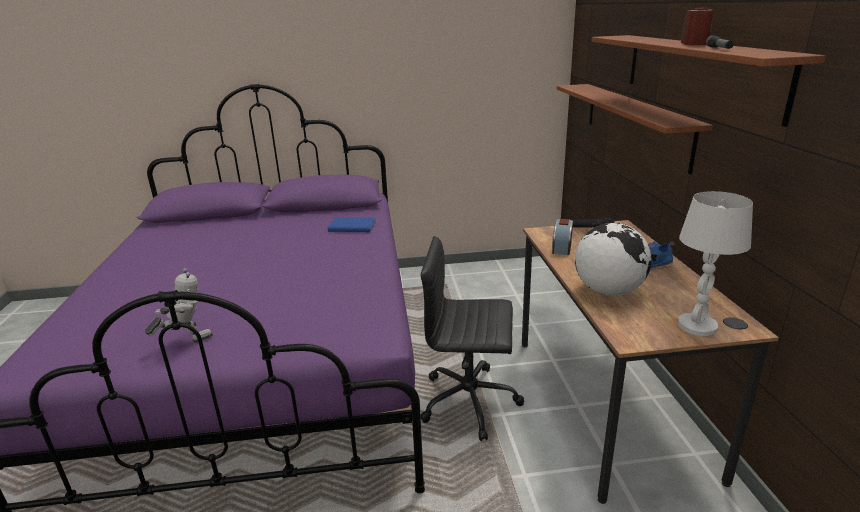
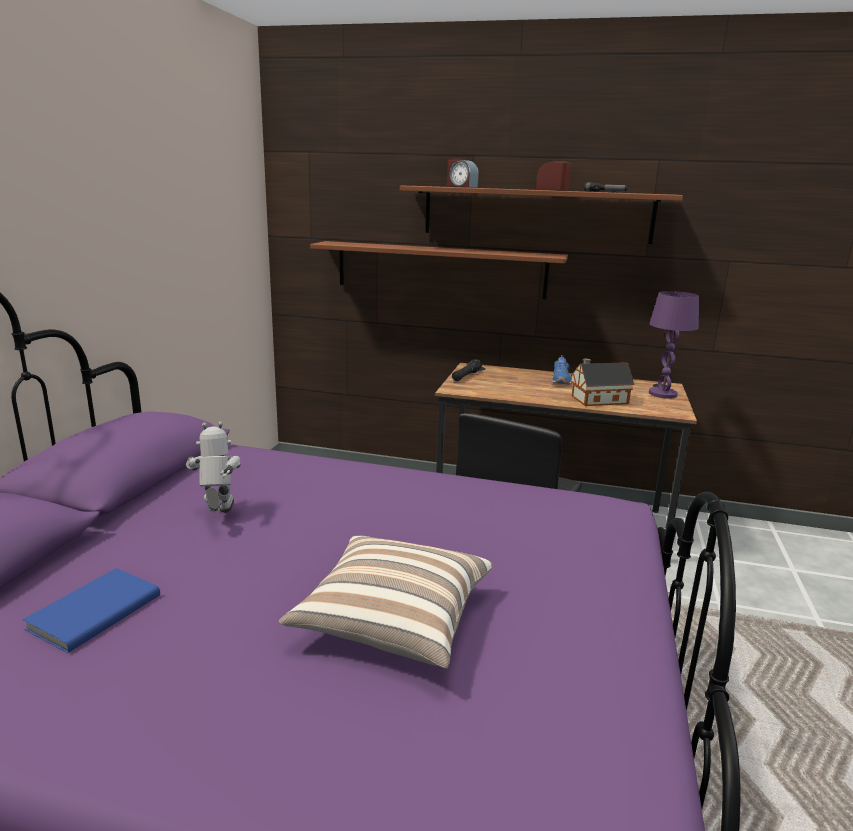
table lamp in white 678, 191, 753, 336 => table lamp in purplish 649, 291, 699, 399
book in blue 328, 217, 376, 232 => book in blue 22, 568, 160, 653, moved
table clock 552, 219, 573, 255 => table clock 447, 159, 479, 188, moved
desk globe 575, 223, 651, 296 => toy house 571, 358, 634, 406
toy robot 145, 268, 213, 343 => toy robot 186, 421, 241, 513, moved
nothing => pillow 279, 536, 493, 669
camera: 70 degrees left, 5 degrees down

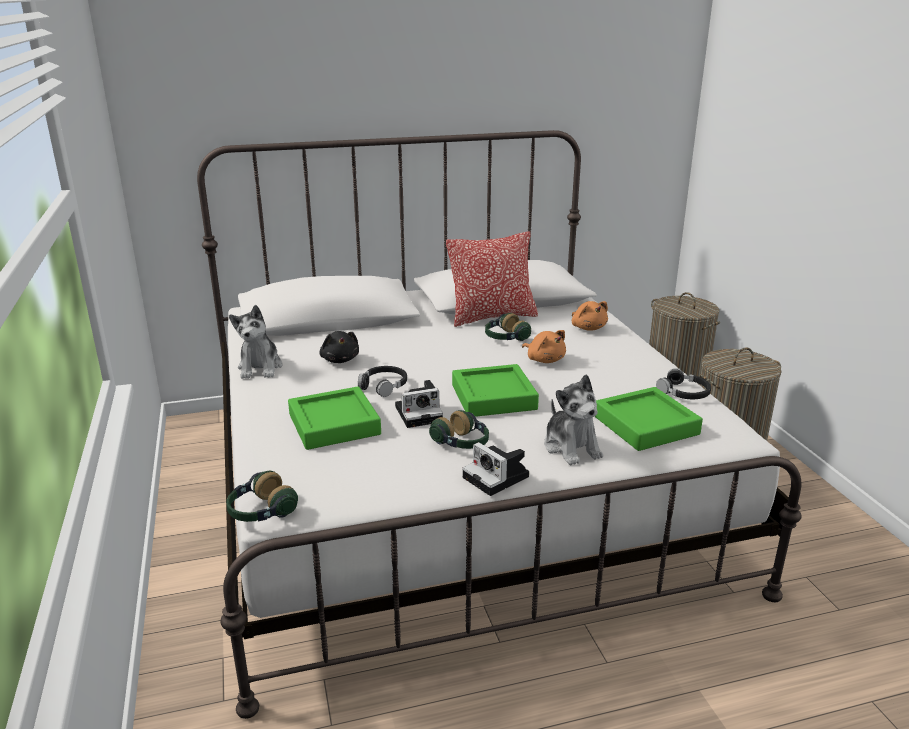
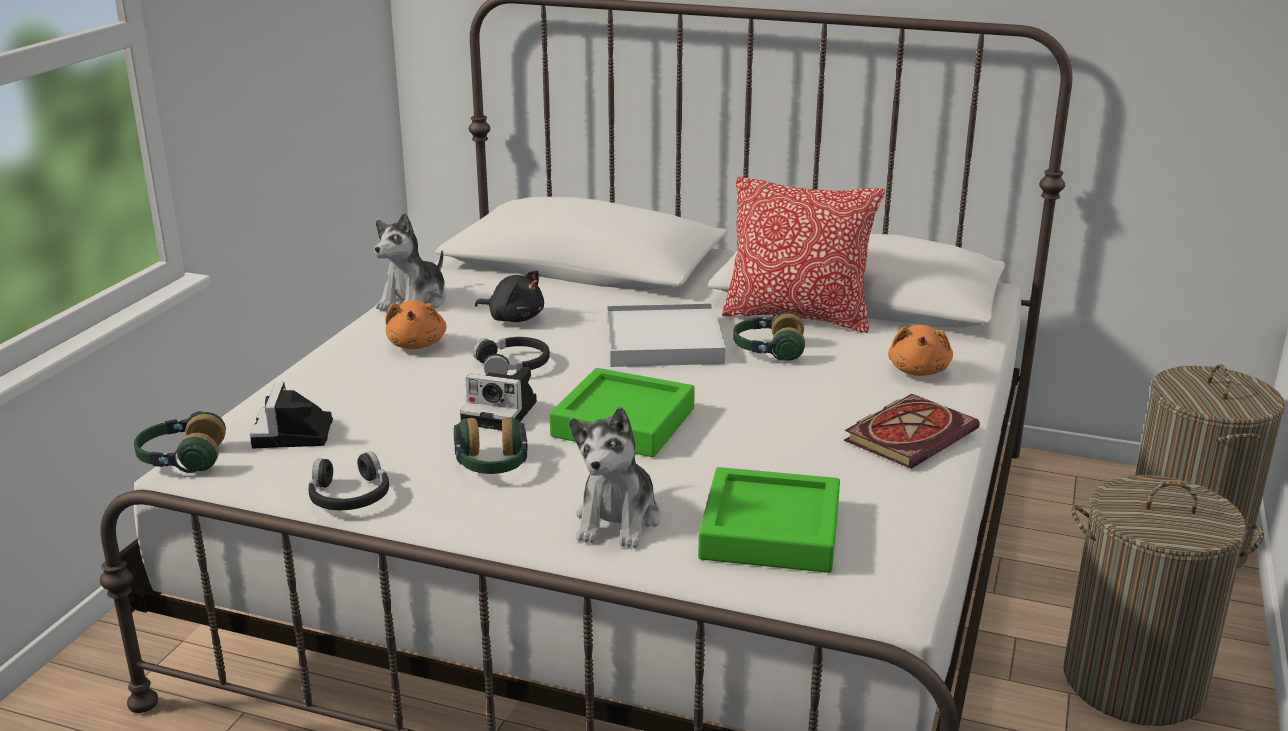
plush toy in orange 522, 330, 566, 363 => plush toy in orange 385, 300, 446, 349, moved
plush toy in black 320, 331, 359, 363 => plush toy in black 475, 270, 544, 322, 75 degrees counterclockwise
headset in black 656, 368, 711, 399 => headset in black 308, 451, 389, 510, moved
carrying tray in green 288, 386, 381, 450 => nothing
photo camera 462, 442, 529, 496 => photo camera 250, 382, 333, 448, moved
nothing => carrying tray in white 606, 303, 726, 367
nothing => book 844, 394, 980, 469
camera: 35 degrees right, 0 degrees up

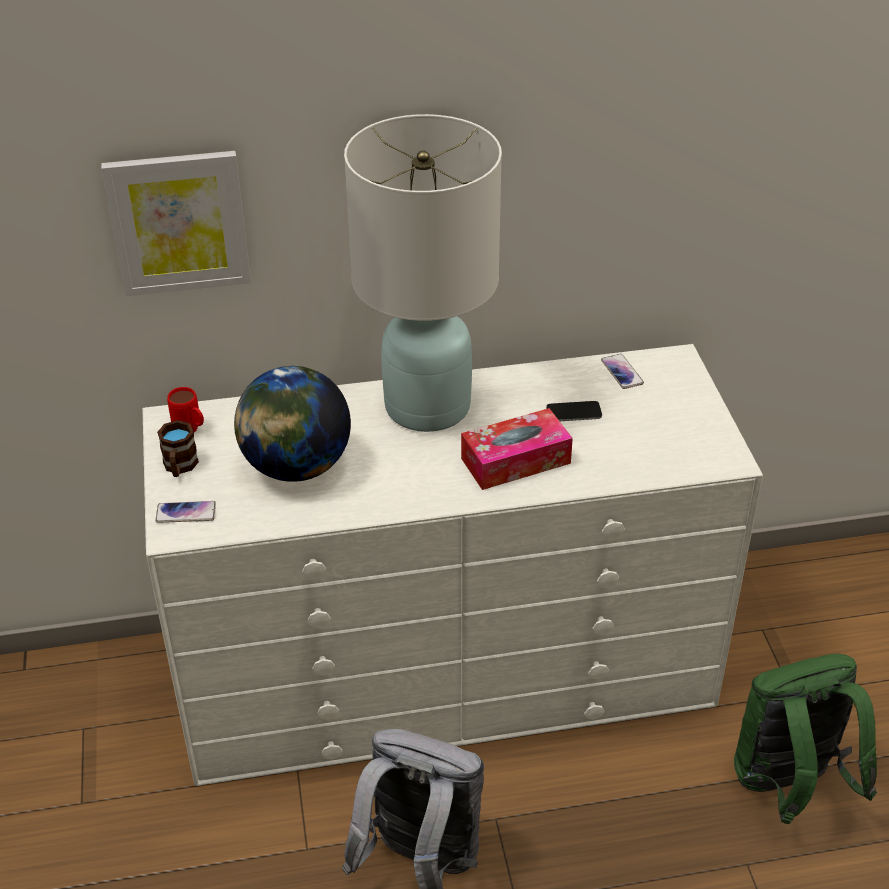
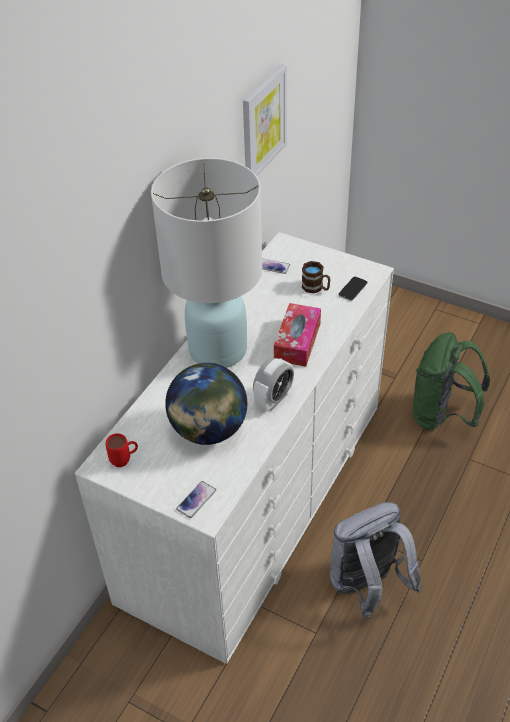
wall art 101, 151, 251, 296 => wall art 243, 65, 287, 176, moved
phone 546, 401, 602, 421 => phone 338, 277, 368, 301, moved
mug in brownish 157, 420, 199, 477 => mug in brownish 302, 261, 330, 293, moved
nothing => table clock 253, 358, 294, 411
camera: 50 degrees left, 5 degrees up

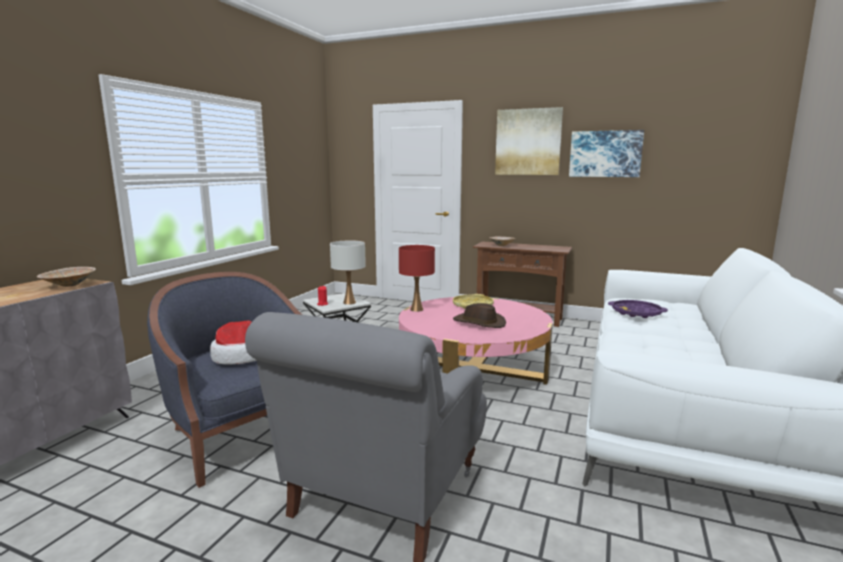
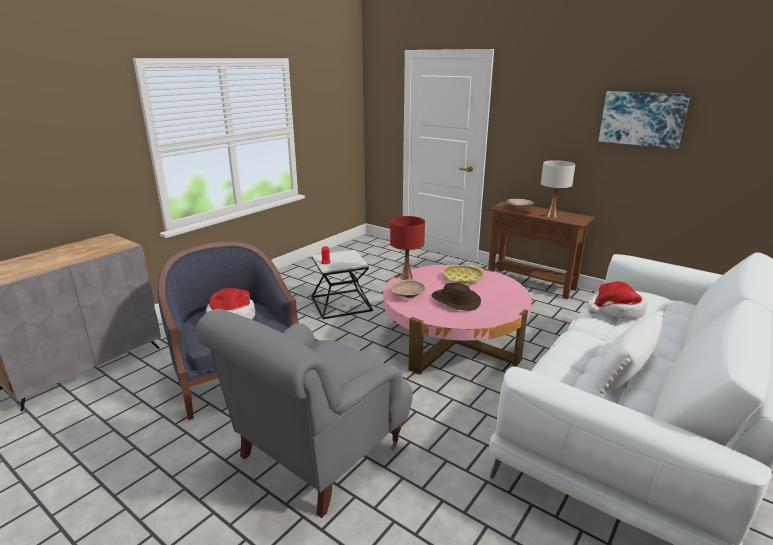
wall art 495, 107, 563, 175 => nothing
table lamp in white 330, 240, 366, 305 => table lamp in white 541, 160, 575, 218, moved
bowl in beige-coloured 37, 267, 96, 287 => bowl in beige-coloured 391, 280, 426, 298, moved
carrying tray in purplish 608, 300, 668, 318 => wearable hat 588, 281, 647, 319
nothing => pillow in white 598, 311, 665, 394
camera: 15 degrees right, 10 degrees up

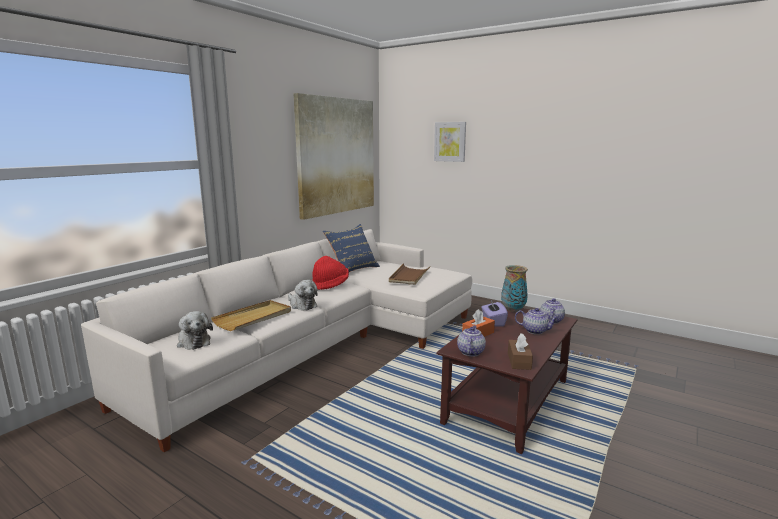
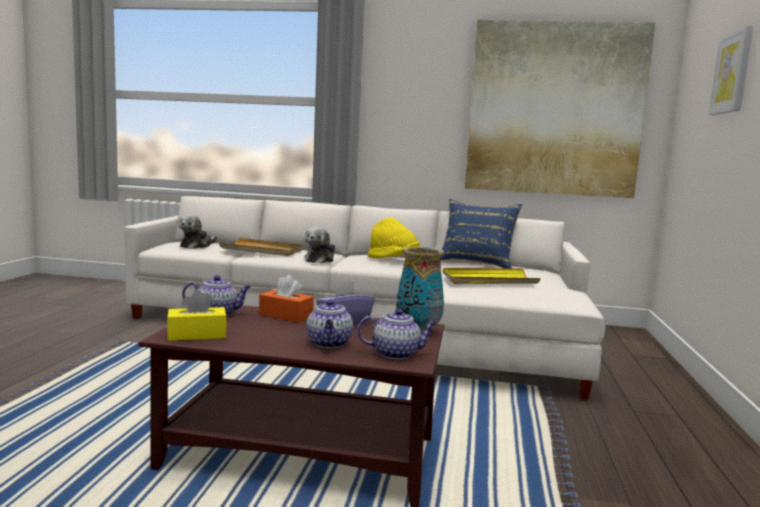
wearable hat in red 312, 256, 349, 290 => wearable hat in yellowish 368, 217, 420, 258
carrying tray in brownish 389, 263, 431, 285 => carrying tray in yellowish 443, 268, 541, 284
tissue box in brownish 508, 334, 533, 370 => tissue box in yellowish 167, 290, 227, 341
camera: 65 degrees right, 5 degrees down

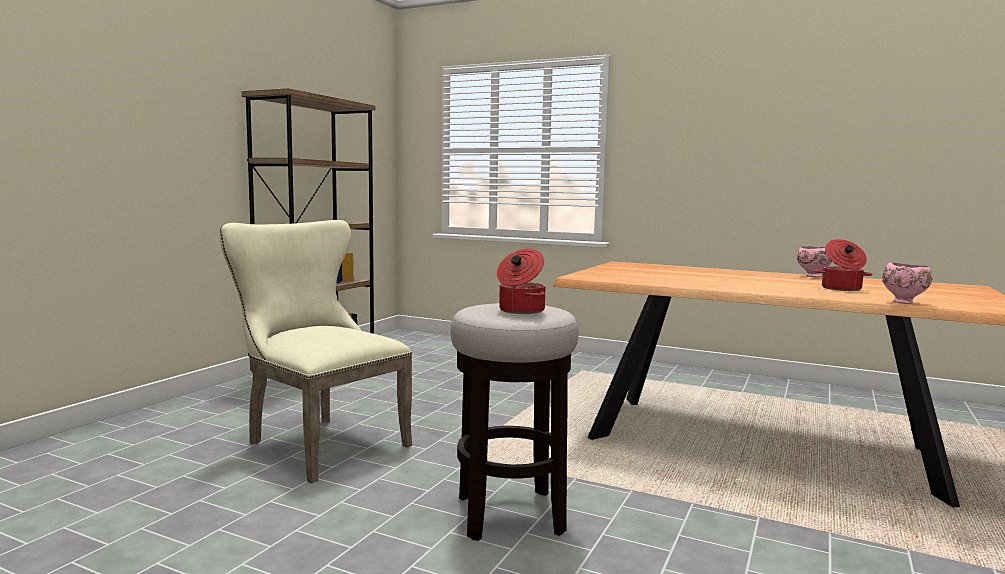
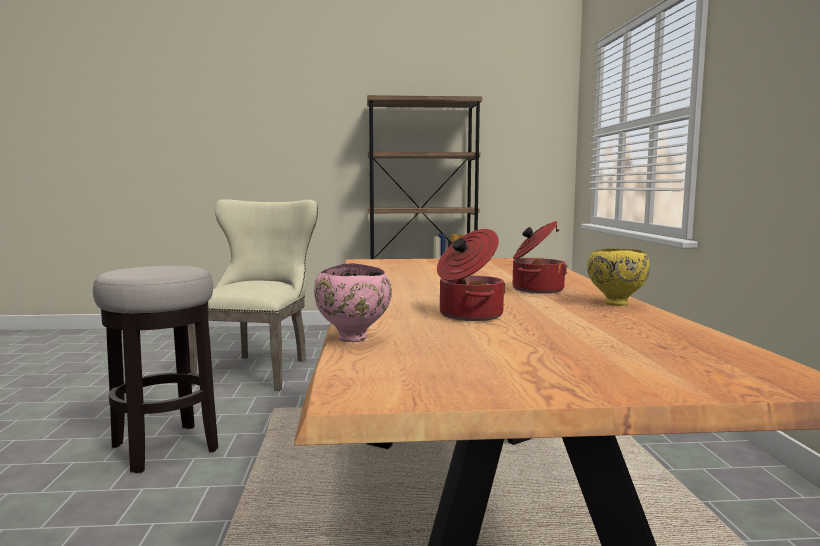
bowl in pink 797, 246, 832, 277 => bowl in yellowish 587, 248, 650, 306
stockpot 496, 248, 546, 314 => stockpot 513, 221, 568, 294, moved
camera: 60 degrees right, 0 degrees up

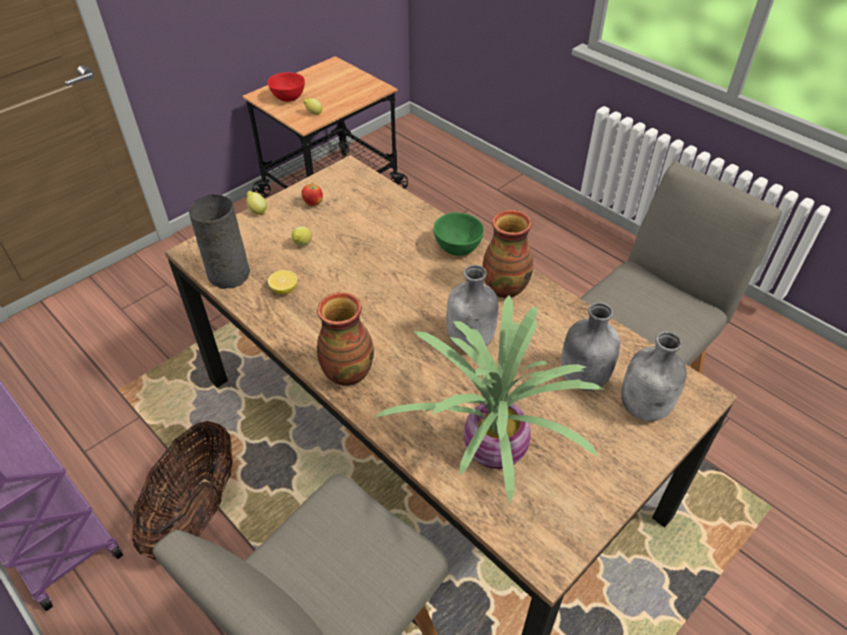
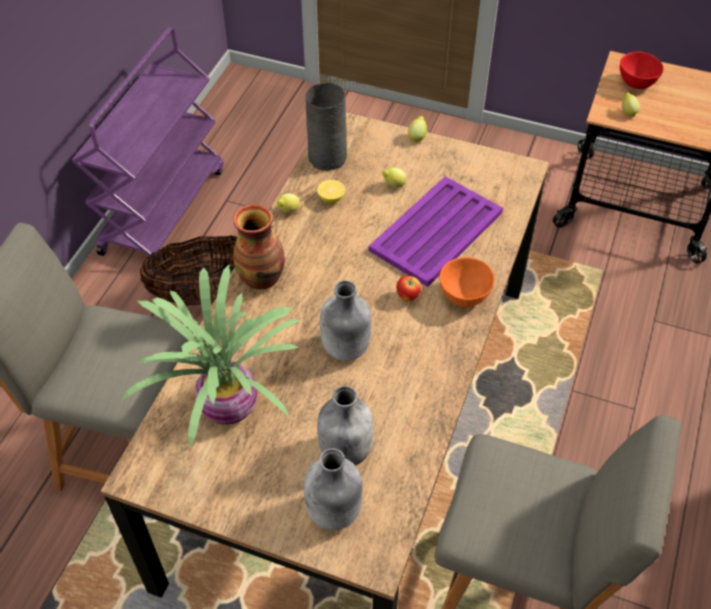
apple 301, 183, 323, 206 => apple 396, 276, 421, 302, moved
decorative vase 483, 210, 533, 298 => nothing
bowl in green 434, 212, 484, 256 => bowl in orange 439, 257, 495, 307
nothing => carrying tray in purplish 369, 176, 503, 287
nothing => citrus fruit 277, 193, 300, 213
camera: 65 degrees right, 5 degrees up

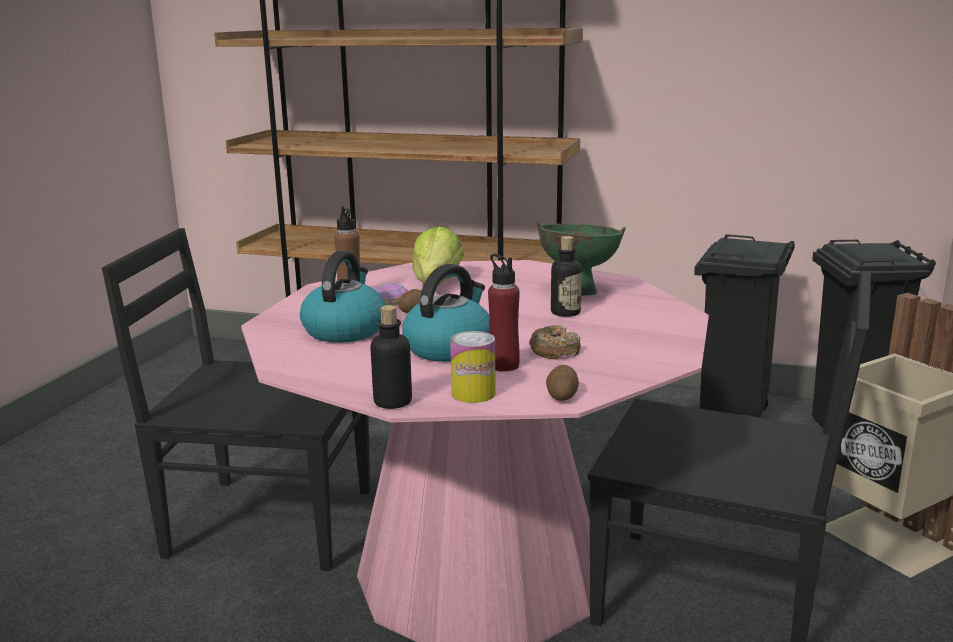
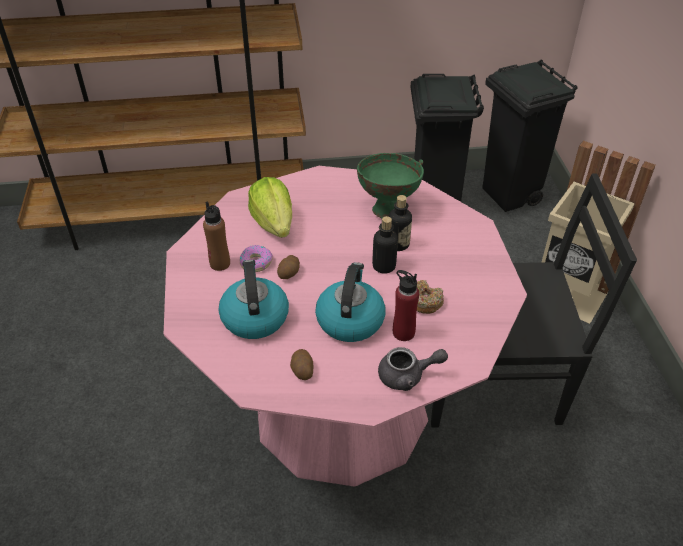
plain chair in black 102, 228, 370, 571 => nothing
drink bottle 370, 305, 412, 409 => drink bottle 372, 216, 398, 274, moved
metal can 450, 331, 496, 403 => pot for tea in gray 378, 347, 448, 391
potato 546, 365, 579, 401 => potato 290, 349, 314, 380, moved
camera: 25 degrees left, 25 degrees up

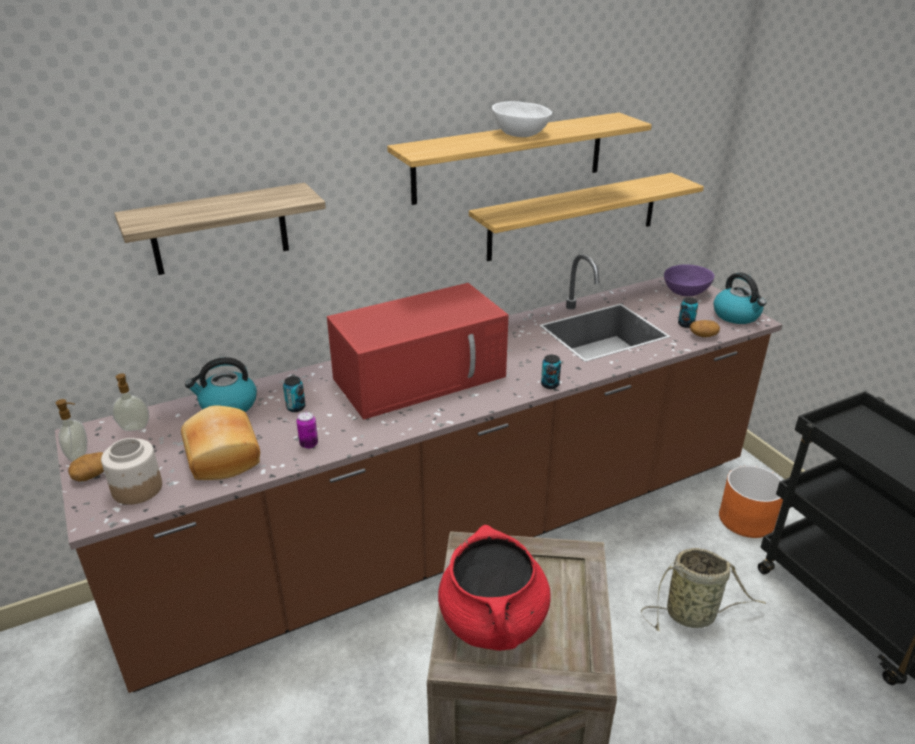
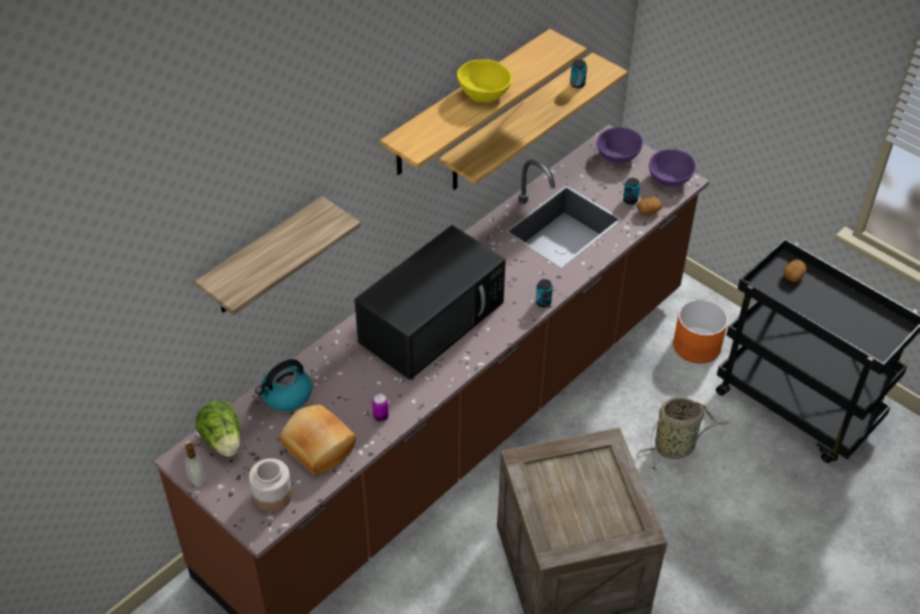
bowl in white 492, 101, 552, 137 => bowl in yellowish 457, 59, 512, 102
water kettle 713, 272, 766, 324 => bowl in purplish 649, 149, 696, 187
microwave oven in red 327, 283, 509, 420 => microwave oven in black 354, 225, 506, 380
liquid soap bottle 112, 374, 149, 431 => lettuce head 195, 401, 241, 457
metal can 283, 376, 306, 412 => metal can 570, 59, 587, 88, moved
potato 68, 452, 104, 481 => potato 784, 259, 806, 282, moved
stockpot in red 438, 525, 551, 651 => nothing
camera: 20 degrees left, 15 degrees up

